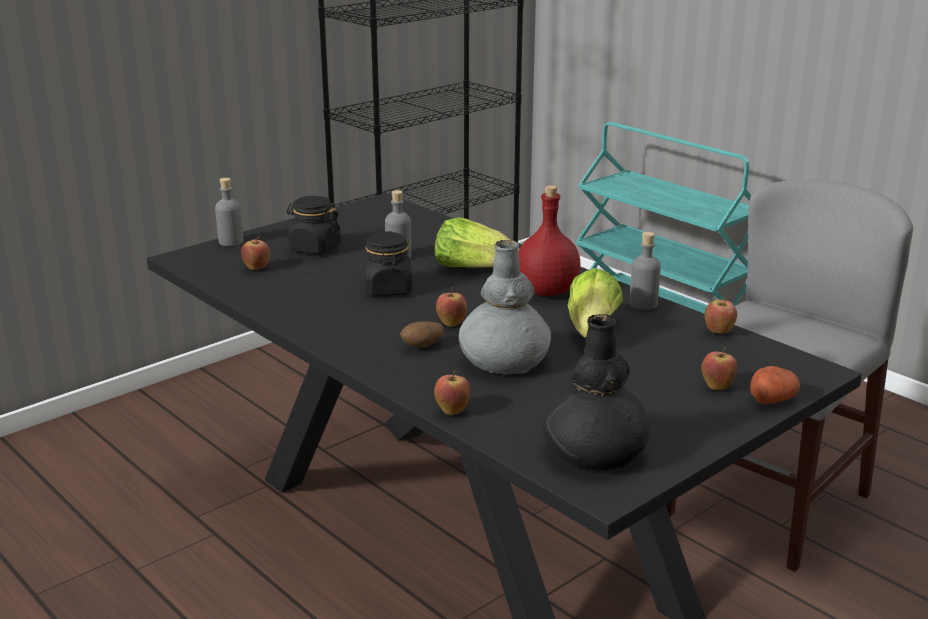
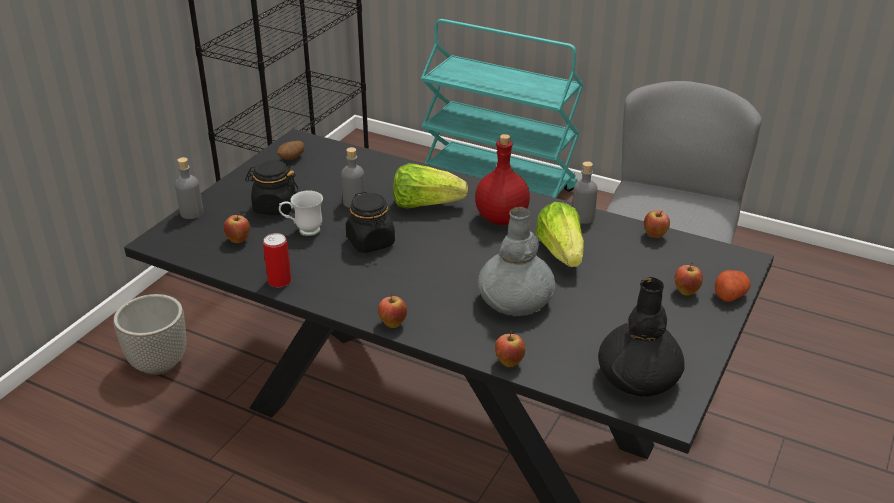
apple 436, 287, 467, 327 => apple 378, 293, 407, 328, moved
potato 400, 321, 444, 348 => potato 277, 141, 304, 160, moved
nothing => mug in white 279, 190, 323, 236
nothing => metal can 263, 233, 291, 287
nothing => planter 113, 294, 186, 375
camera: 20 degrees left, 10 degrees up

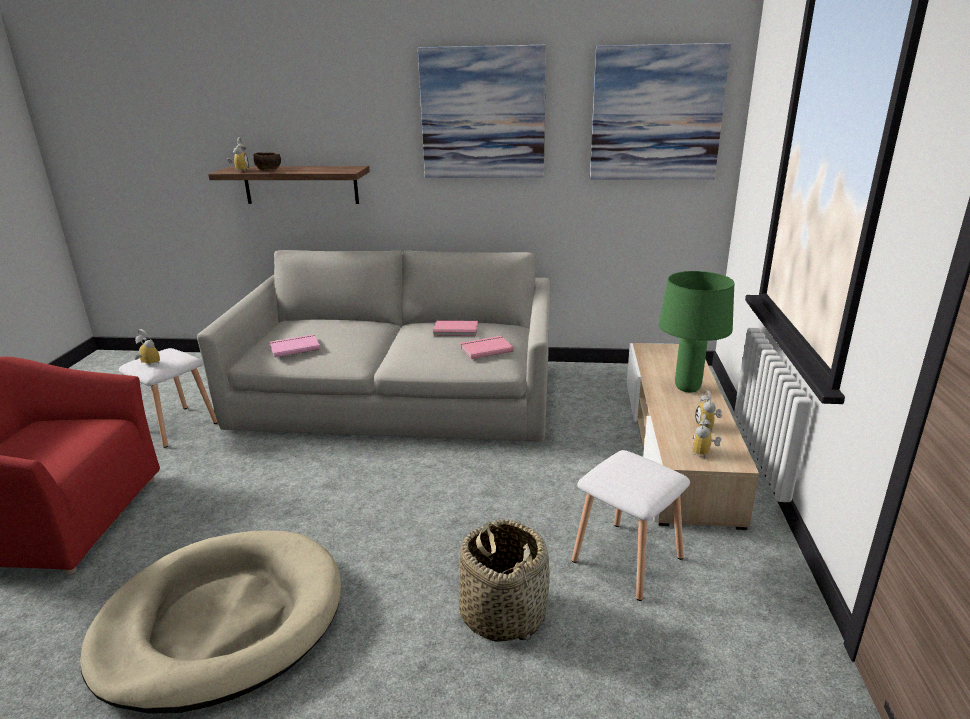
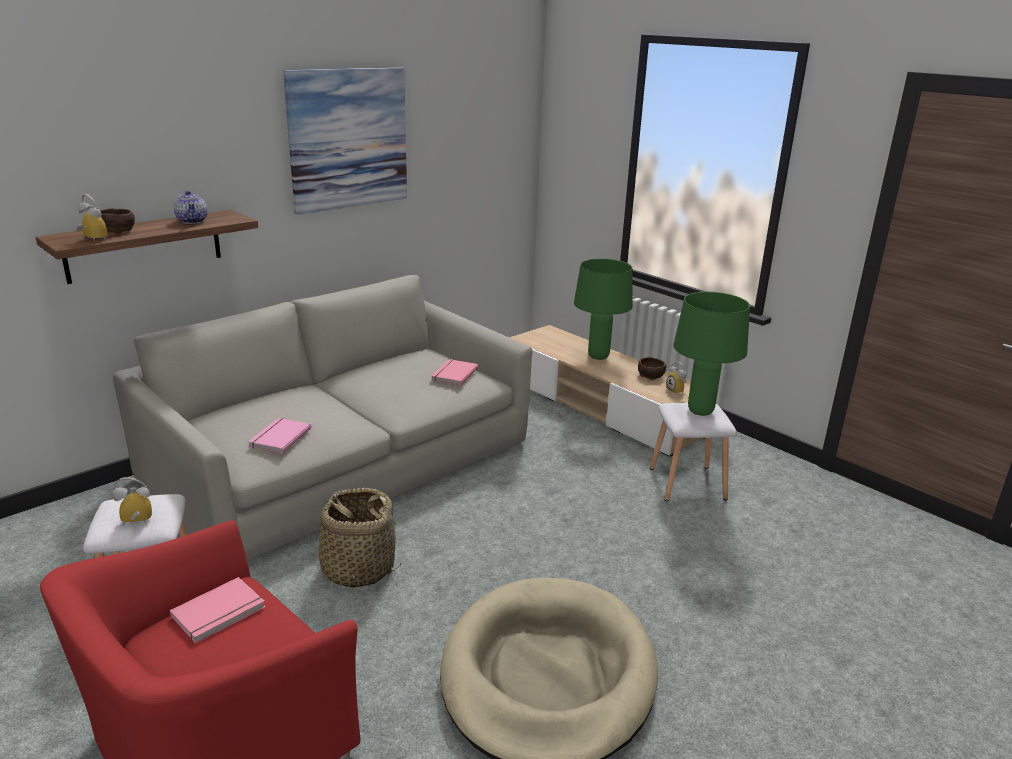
wall art 590, 43, 731, 180 => nothing
book in pink 433, 321, 478, 336 => book in pink 170, 577, 265, 644, moved
table clock 695, 390, 722, 432 => bowl in brownish 638, 357, 666, 380
household basket 459, 519, 550, 642 => household basket 308, 488, 402, 588, moved
nothing => pot for tea 174, 191, 208, 224
nothing => table lamp in green 673, 292, 750, 416
camera: 50 degrees left, 0 degrees up

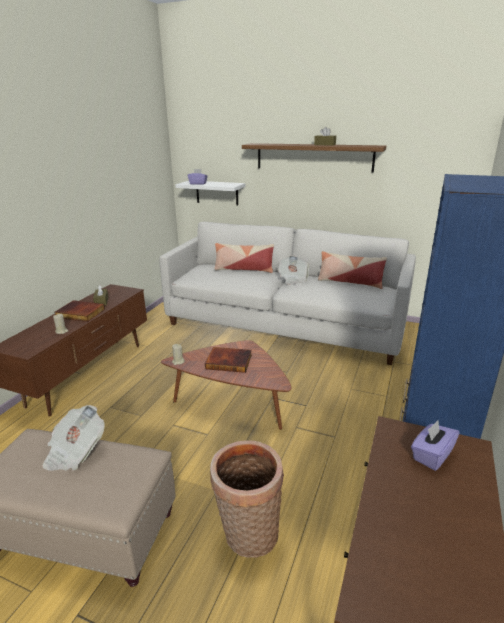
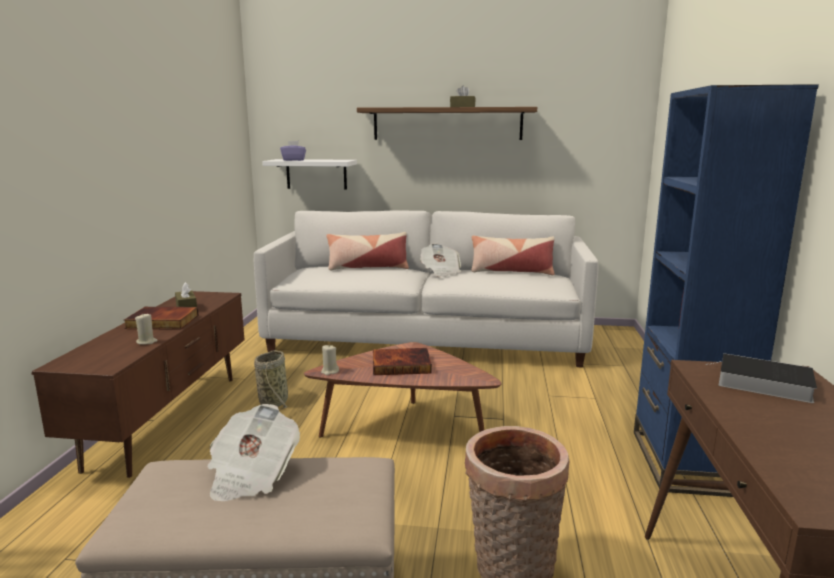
tissue box in purplish 411, 421, 460, 471 => book 705, 353, 817, 403
nothing => household basket 254, 350, 288, 409
camera: 15 degrees left, 10 degrees down

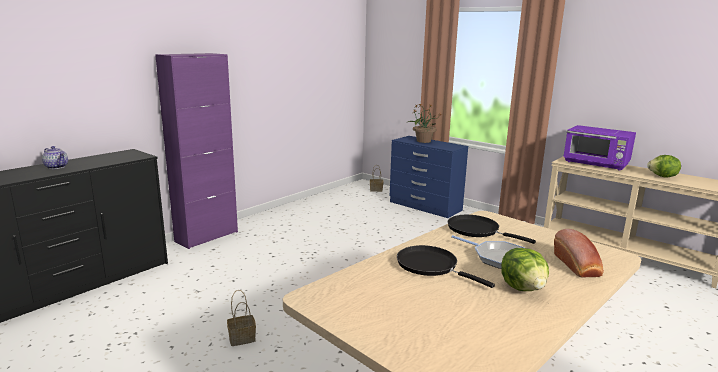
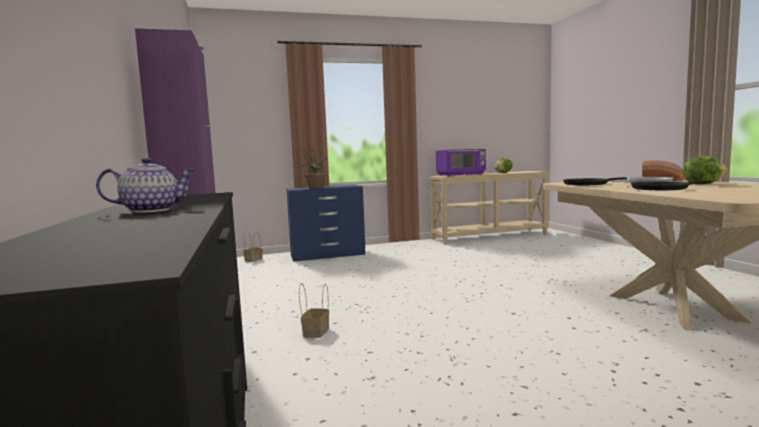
household basket 227, 290, 256, 346 => household basket 299, 283, 329, 338, moved
camera: 55 degrees left, 10 degrees down

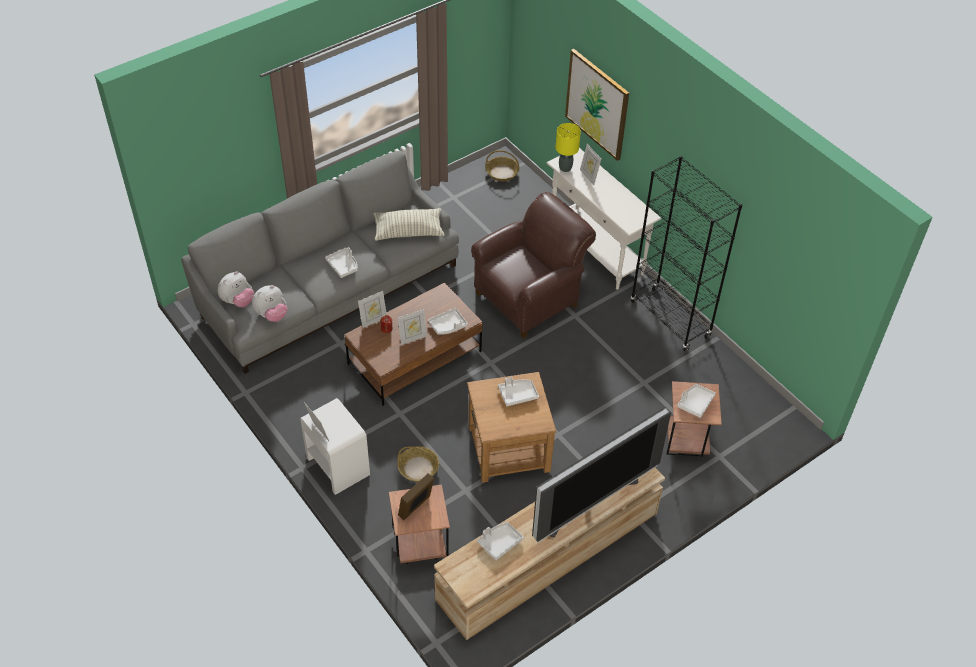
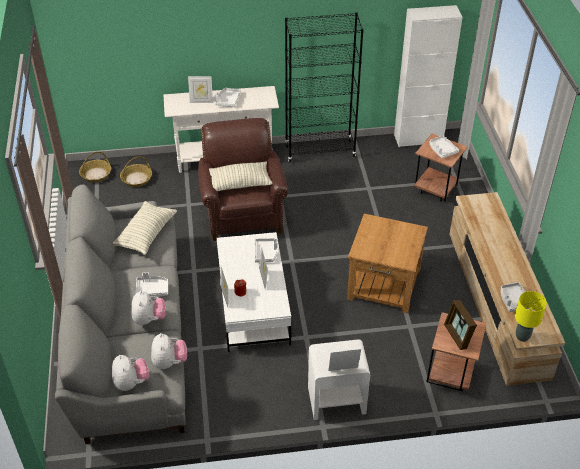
wall art 565, 49, 629, 161 => nothing
table lamp in yellowish 555, 123, 581, 172 => table lamp in yellowish 515, 291, 547, 342, moved
coffee table in brownish 344, 282, 482, 406 => coffee table in white 217, 232, 291, 352
carrying tray in white 498, 377, 539, 406 => carrying tray in white 215, 88, 241, 107, moved
TV 532, 407, 671, 543 => nothing
household basket 397, 446, 439, 482 => household basket 120, 156, 152, 187, moved
nothing => cabinet in white 394, 5, 463, 147
nothing => pillow 209, 161, 272, 191
nothing => plush toy 131, 290, 166, 325
camera: 60 degrees left, 5 degrees down

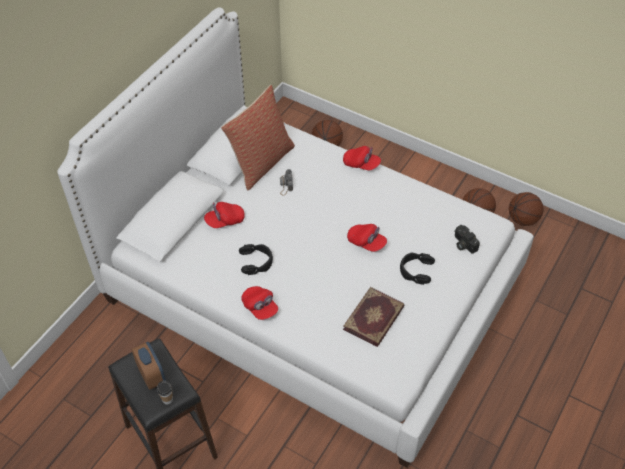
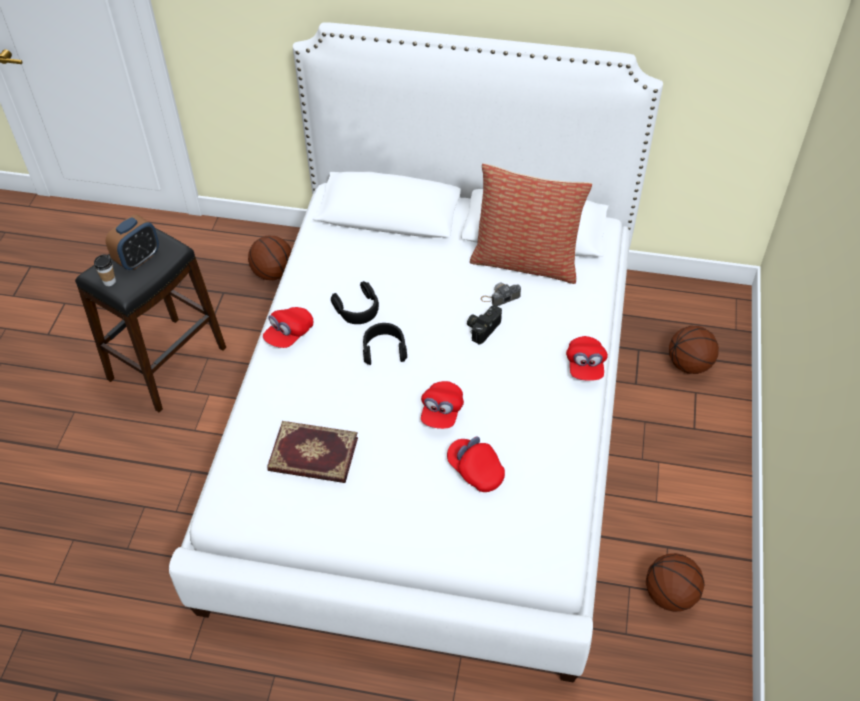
basketball 509, 192, 543, 226 => basketball 248, 236, 292, 280, moved
cap in red 204, 202, 245, 228 => cap in red 447, 436, 505, 492, moved
photo camera 455, 225, 480, 254 => photo camera 467, 305, 502, 345, moved
headset in black 400, 253, 435, 285 => headset in black 363, 323, 407, 365, moved
camera: 70 degrees right, 0 degrees up

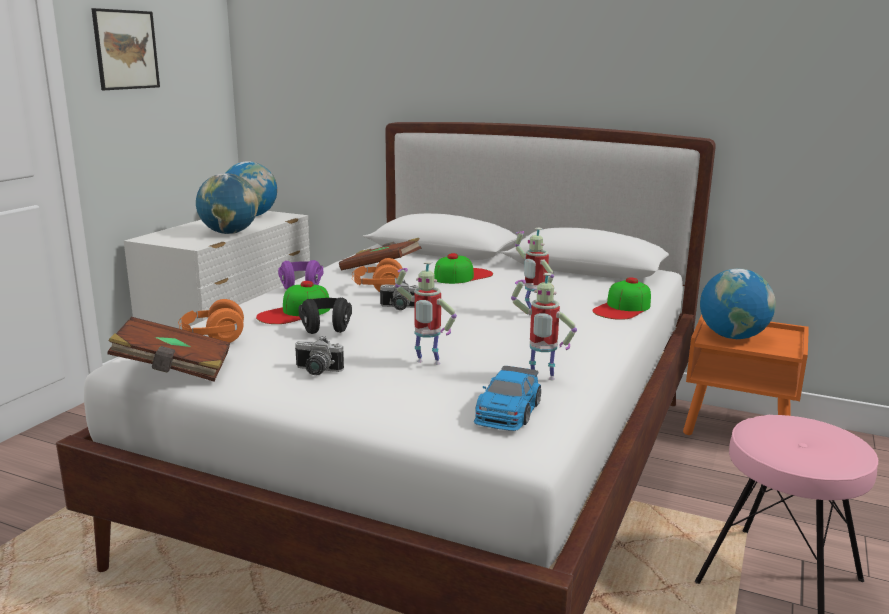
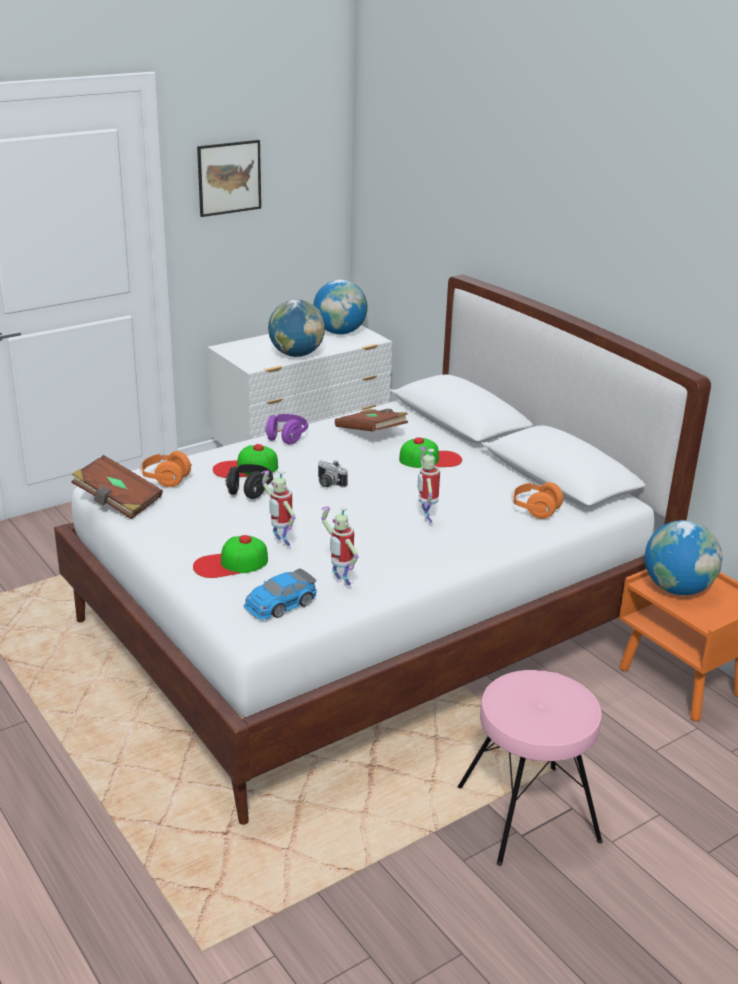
headset in orange 352, 258, 402, 292 => headset in orange 512, 482, 564, 519, moved
cap 592, 277, 651, 320 => cap 193, 535, 268, 578, moved
photo camera 295, 336, 344, 375 => nothing
camera: 30 degrees right, 10 degrees up

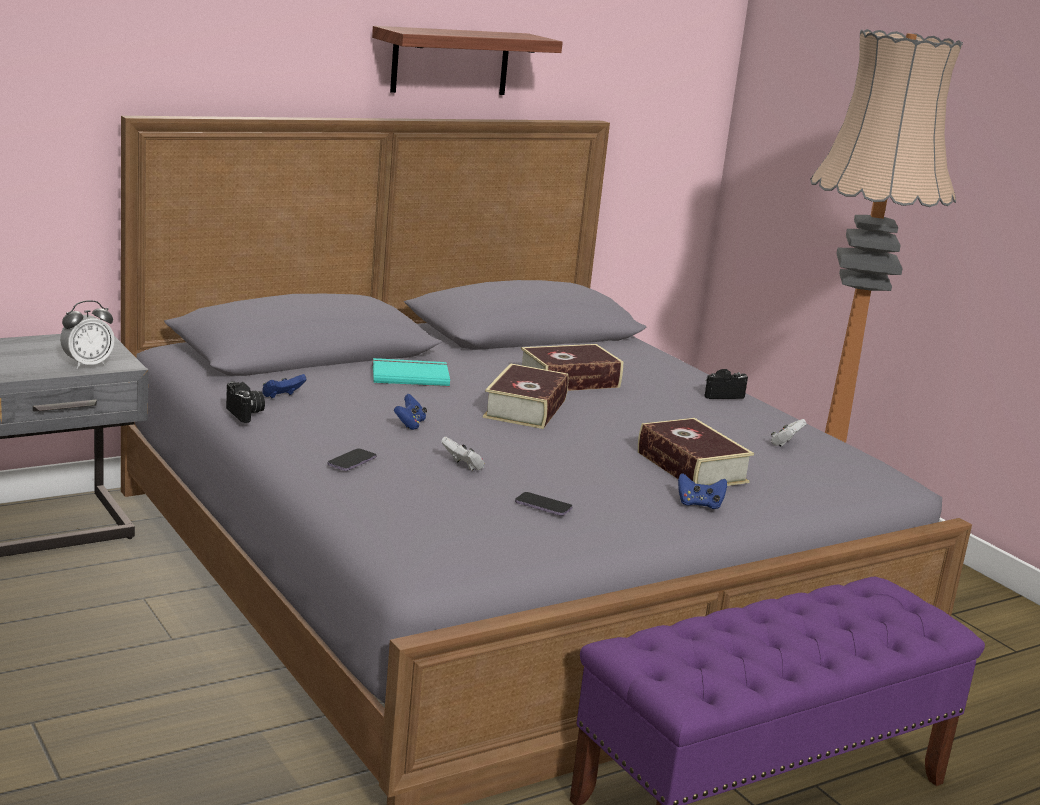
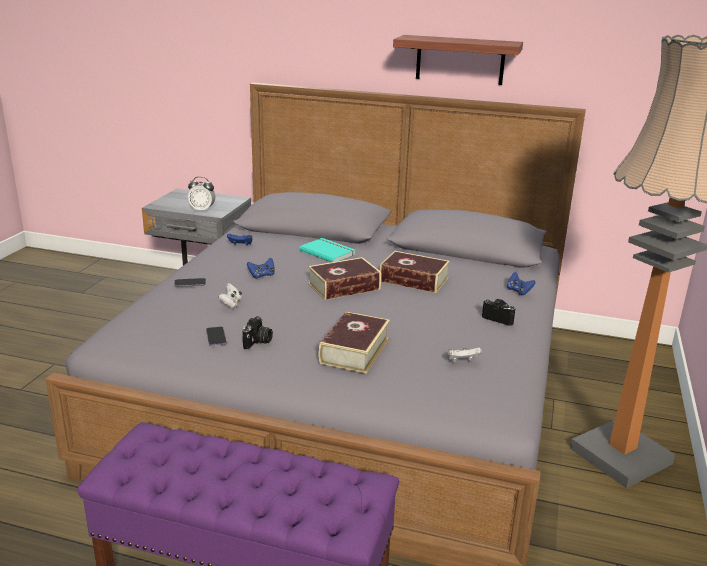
photo camera 226, 381, 265, 423 => photo camera 242, 316, 273, 349, moved
game controller in blue 678, 473, 727, 509 => game controller in blue 507, 272, 535, 295, moved
camera: 50 degrees right, 5 degrees up

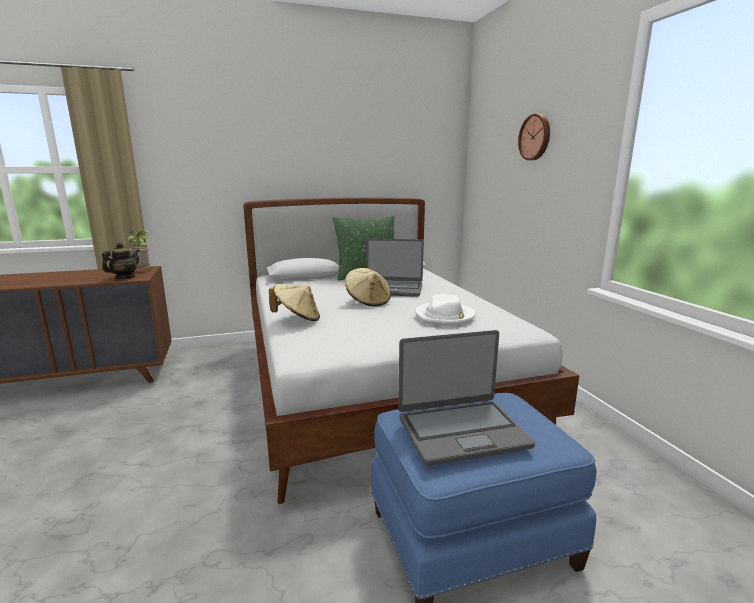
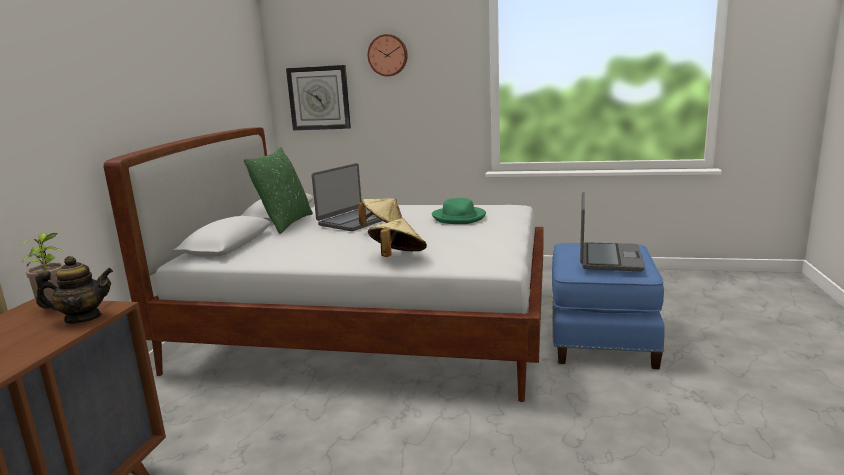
pot for tea 102, 242, 140, 279 => pot for tea 35, 256, 113, 324, 105 degrees clockwise
wearable hat in white 415, 294, 476, 326 => wearable hat in green 432, 198, 486, 224
nothing => hanging clock 286, 65, 351, 130
camera: 60 degrees left, 0 degrees up

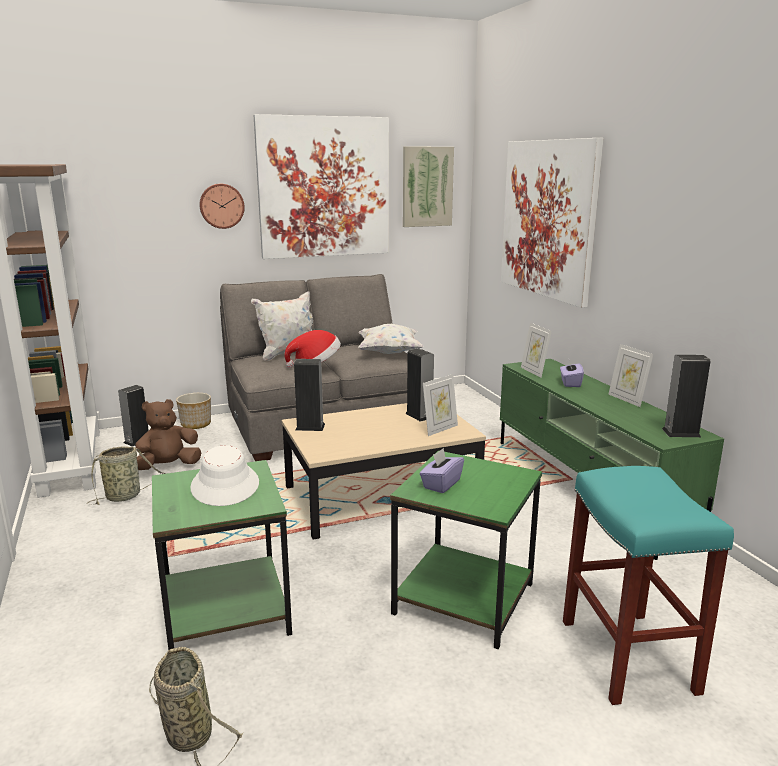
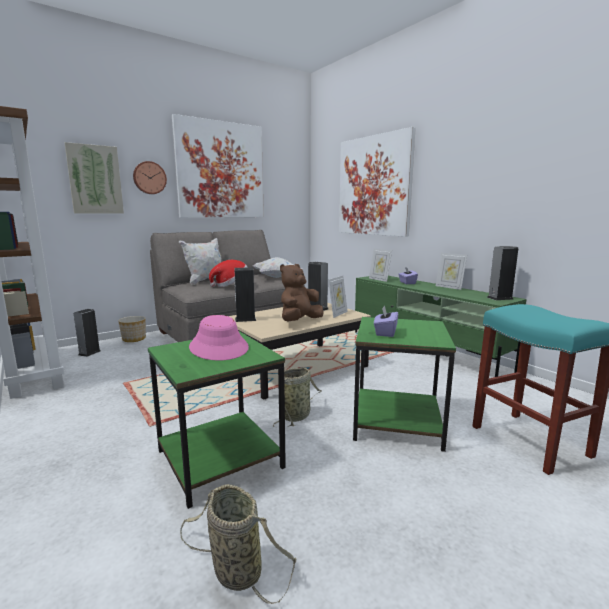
wall art 403, 146, 454, 227 => wall art 65, 142, 124, 214, moved
plush toy in brownish 135, 399, 201, 470 => plush toy in brownish 280, 264, 324, 321, moved
wearable hat in white 190, 445, 259, 506 => wearable hat in pink 189, 315, 249, 361
household basket 87, 446, 167, 505 => household basket 273, 367, 322, 427, moved
camera: 15 degrees left, 5 degrees down

